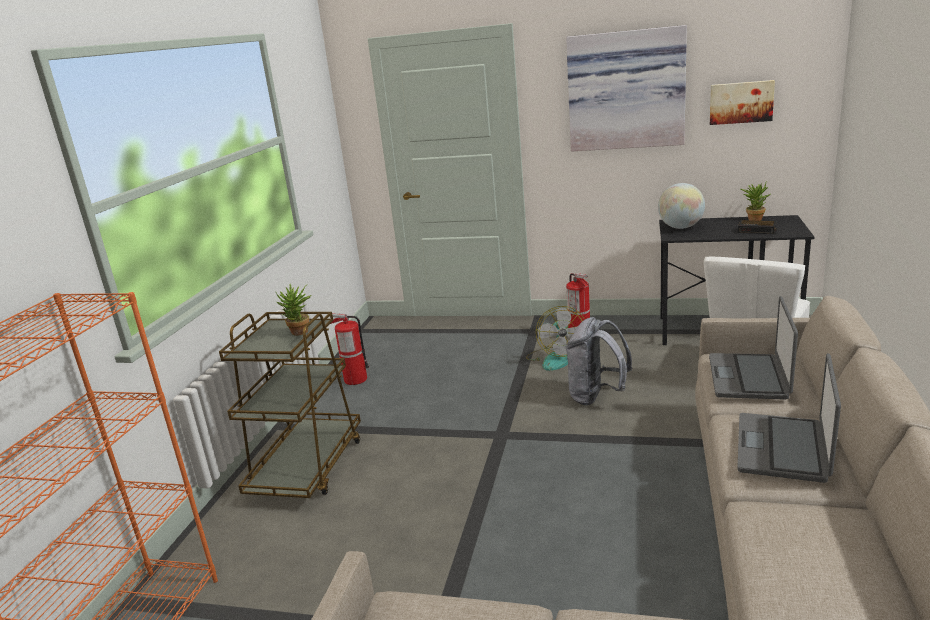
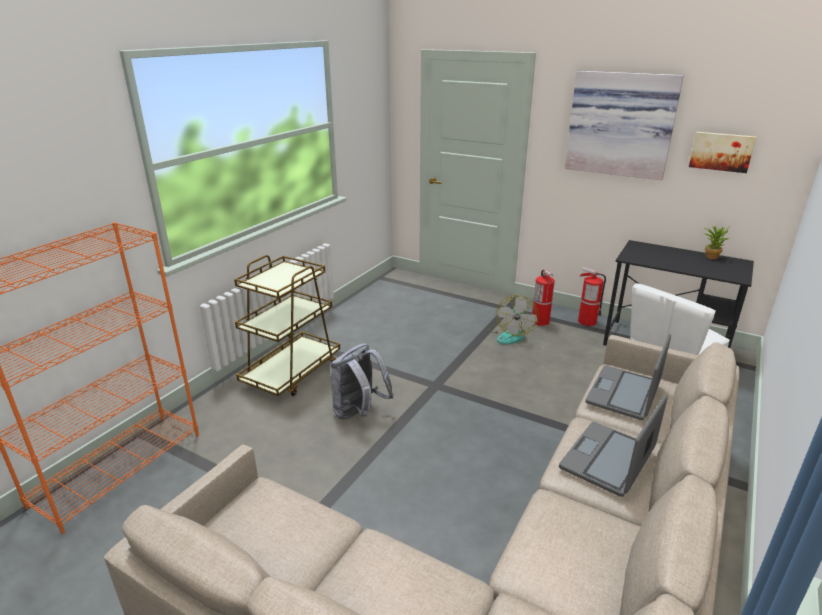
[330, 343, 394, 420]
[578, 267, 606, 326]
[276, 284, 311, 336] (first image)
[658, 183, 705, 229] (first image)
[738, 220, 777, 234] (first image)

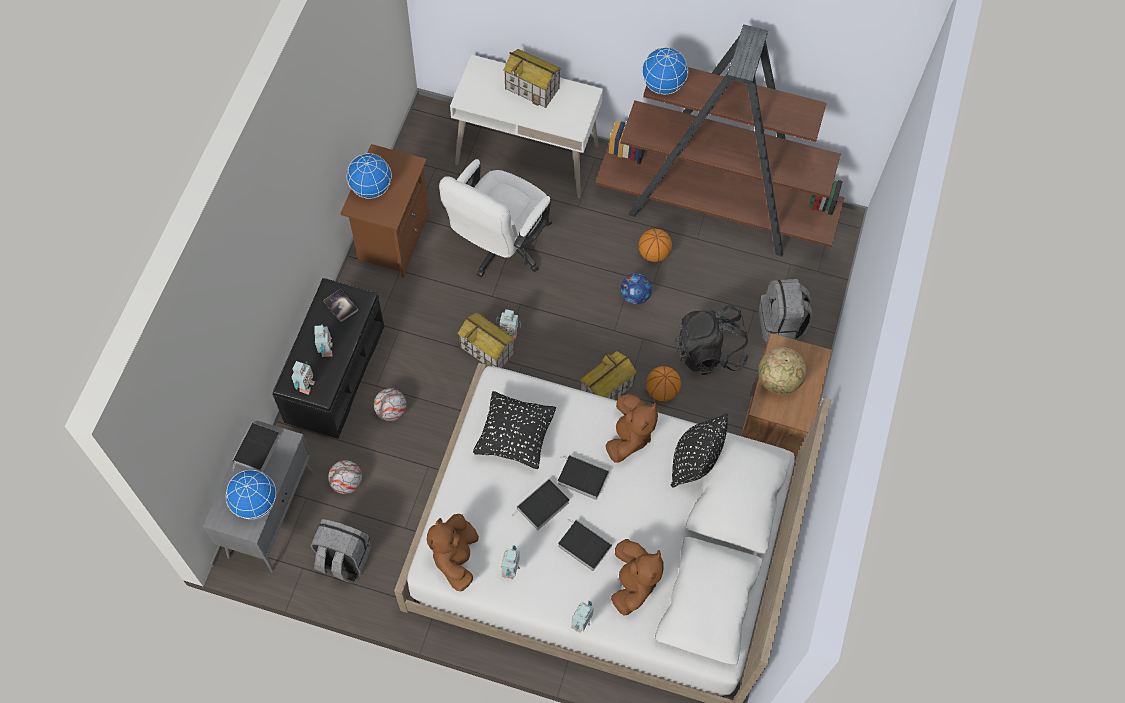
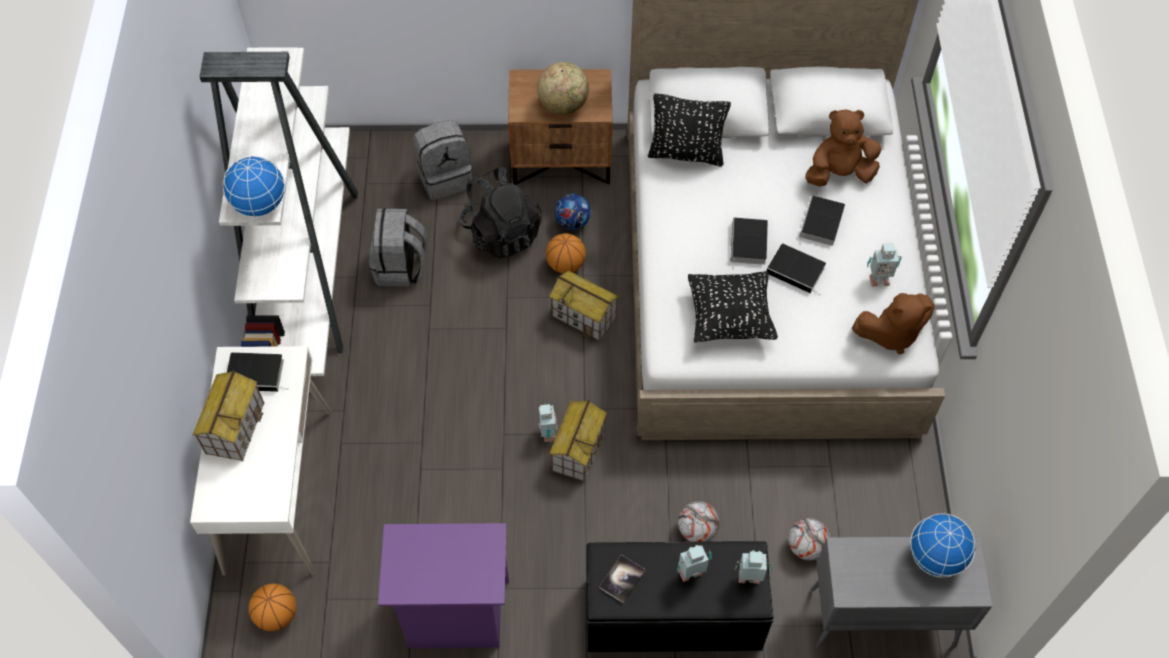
[200, 47, 358, 376]
[227, 352, 289, 392]
[249, 584, 296, 631]
[369, 208, 427, 286]
[378, 523, 509, 648]
[555, 194, 591, 230]
[346, 153, 392, 199] (first image)
[439, 159, 552, 277] (first image)
[571, 601, 594, 633] (first image)
[605, 394, 658, 462] (first image)

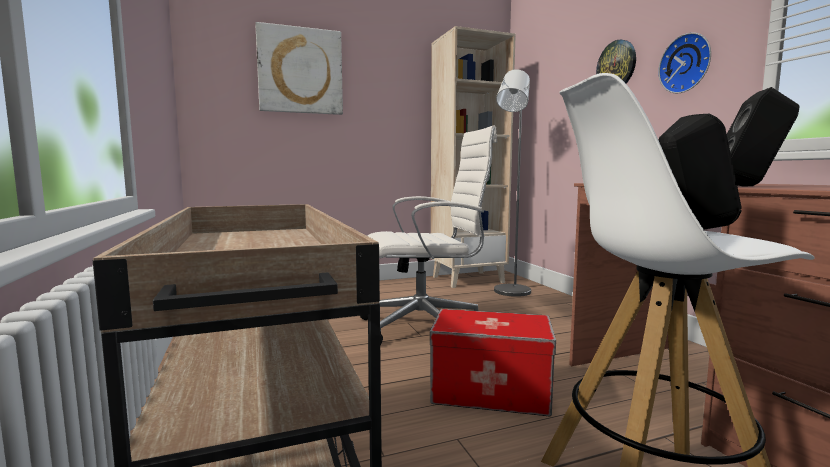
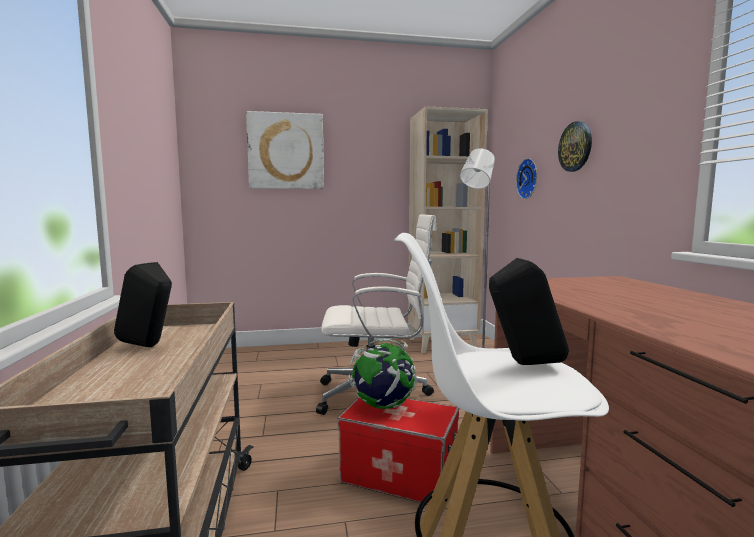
[114, 262, 172, 347]
[348, 339, 417, 409]
[516, 158, 537, 199]

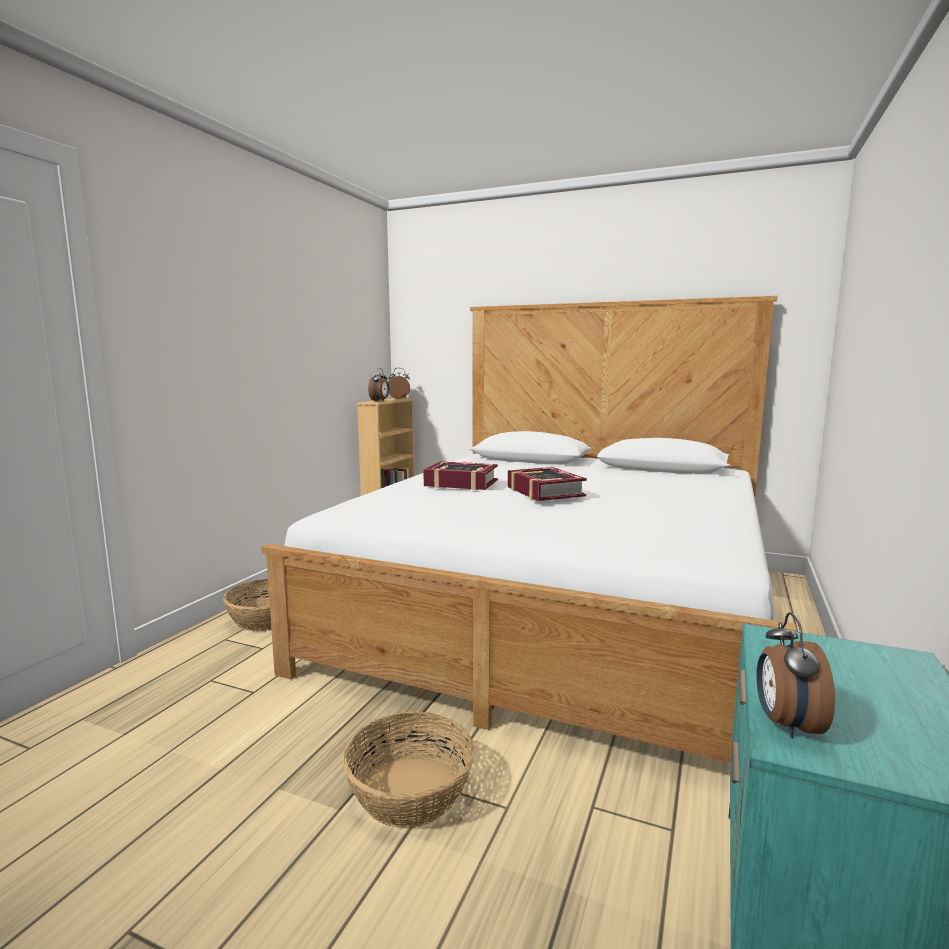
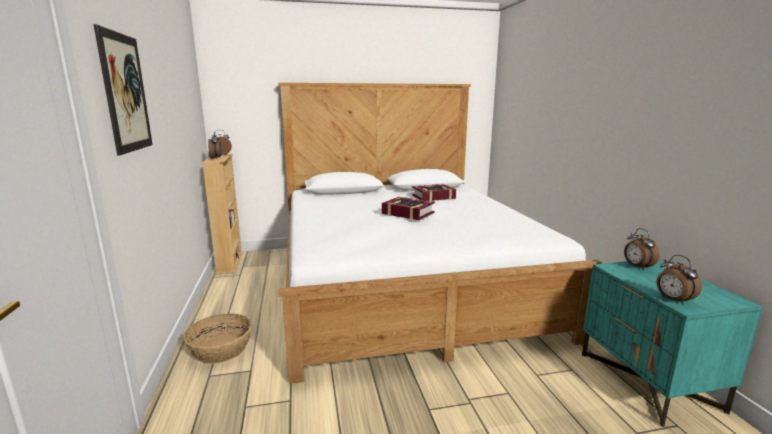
[94, 24, 153, 156]
[412, 184, 456, 201]
[624, 228, 660, 270]
[342, 711, 474, 828] (first image)

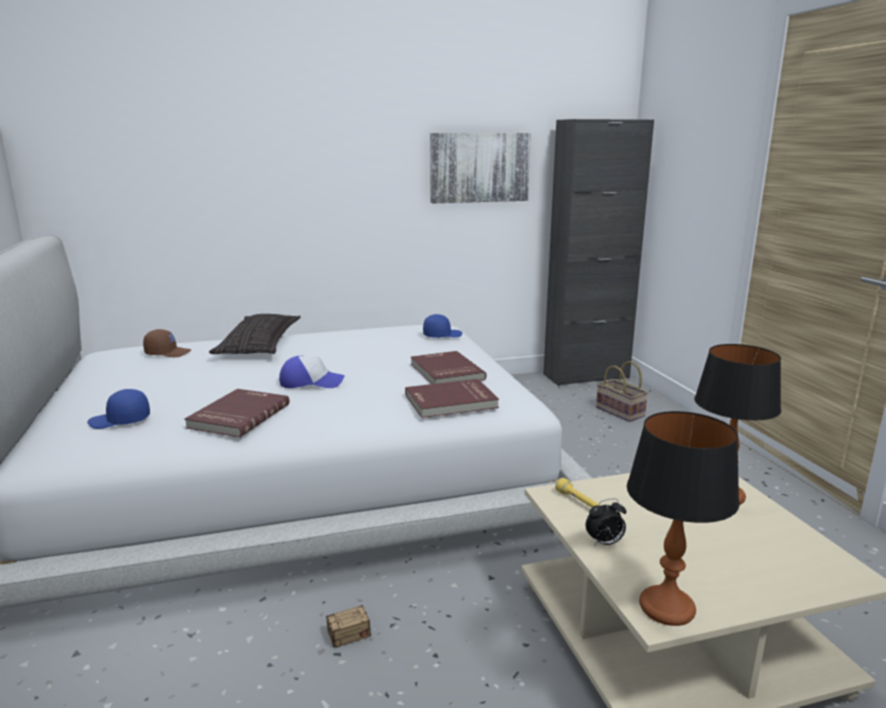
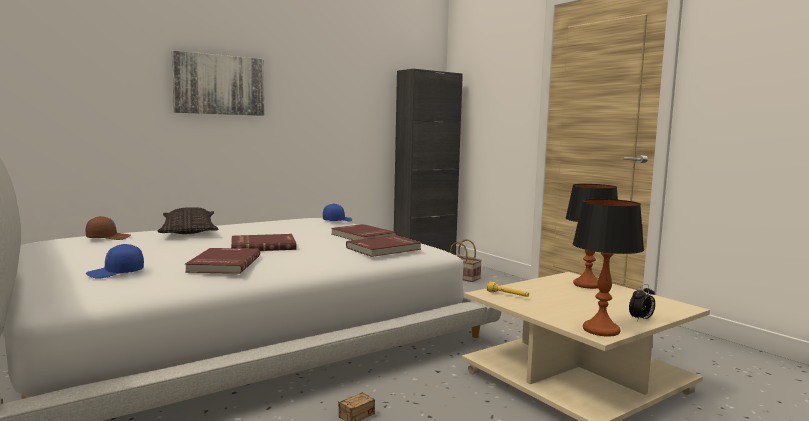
[172, 50, 265, 116]
[231, 234, 296, 251]
[629, 284, 655, 321]

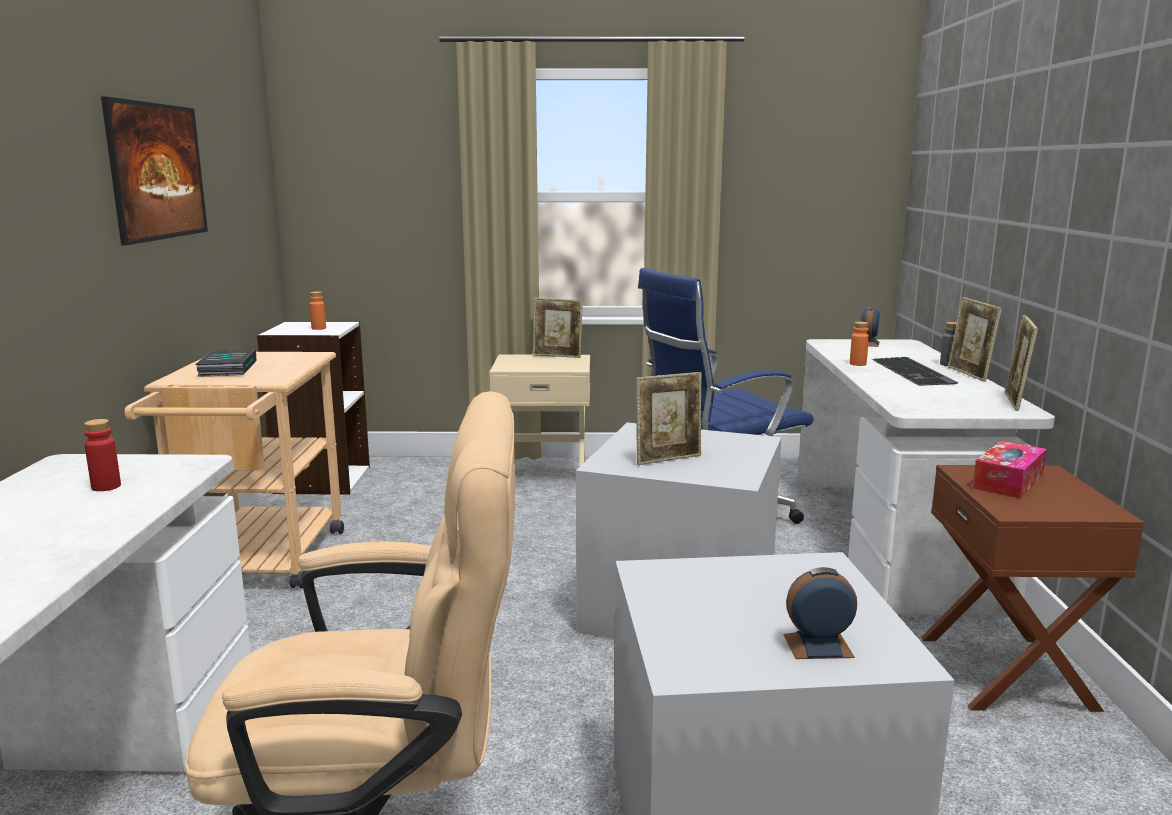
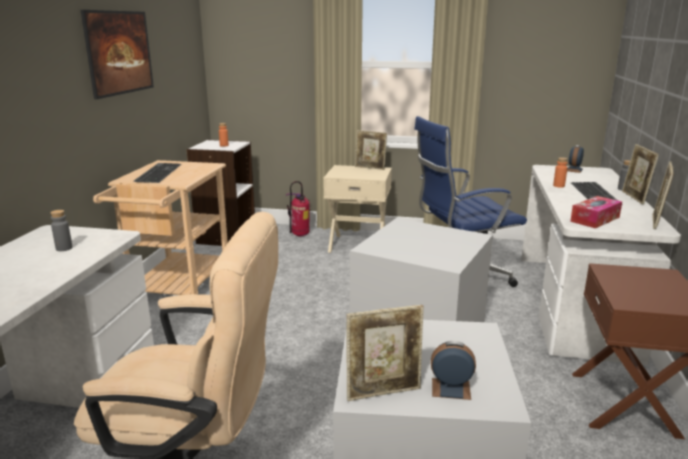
[50, 210, 73, 251]
[134, 163, 181, 183]
[286, 181, 310, 237]
[346, 305, 424, 401]
[570, 196, 622, 228]

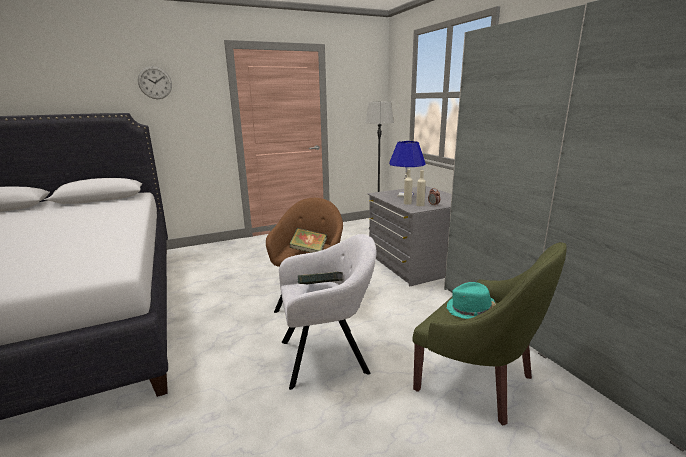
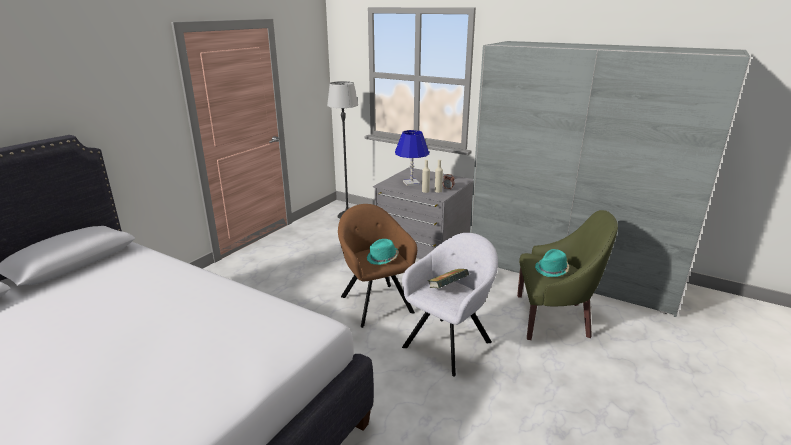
[367, 239, 399, 265]
[138, 66, 172, 99] (first image)

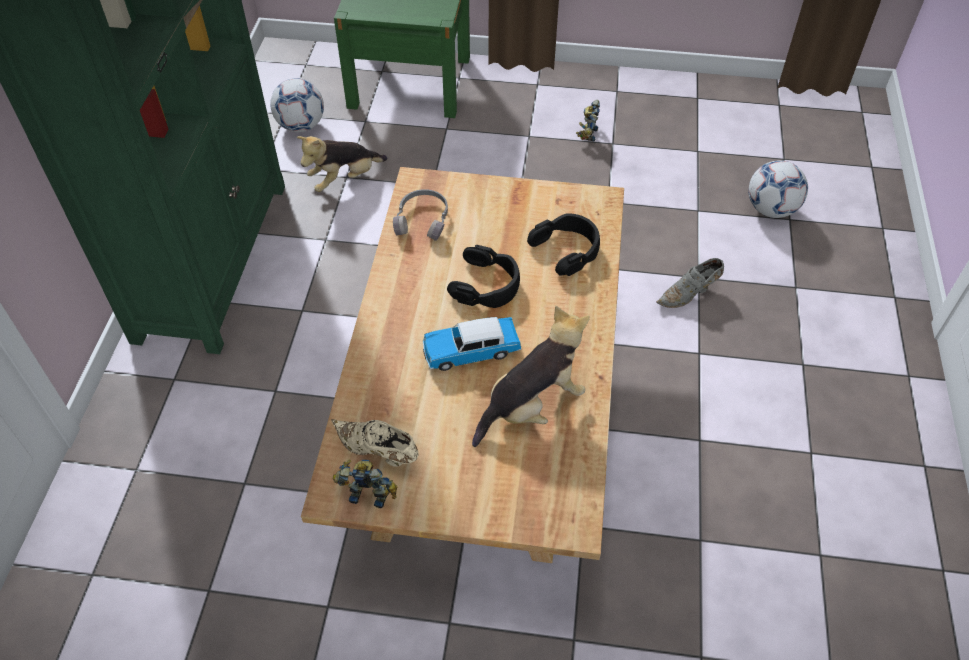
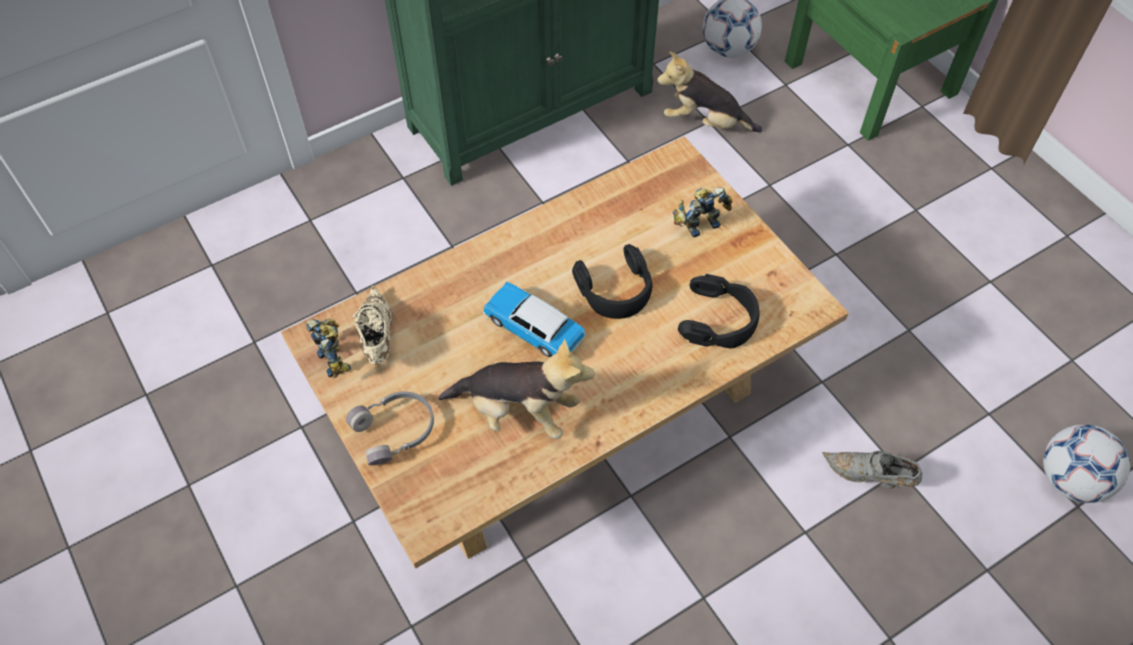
[346, 392, 434, 465]
[672, 188, 733, 237]

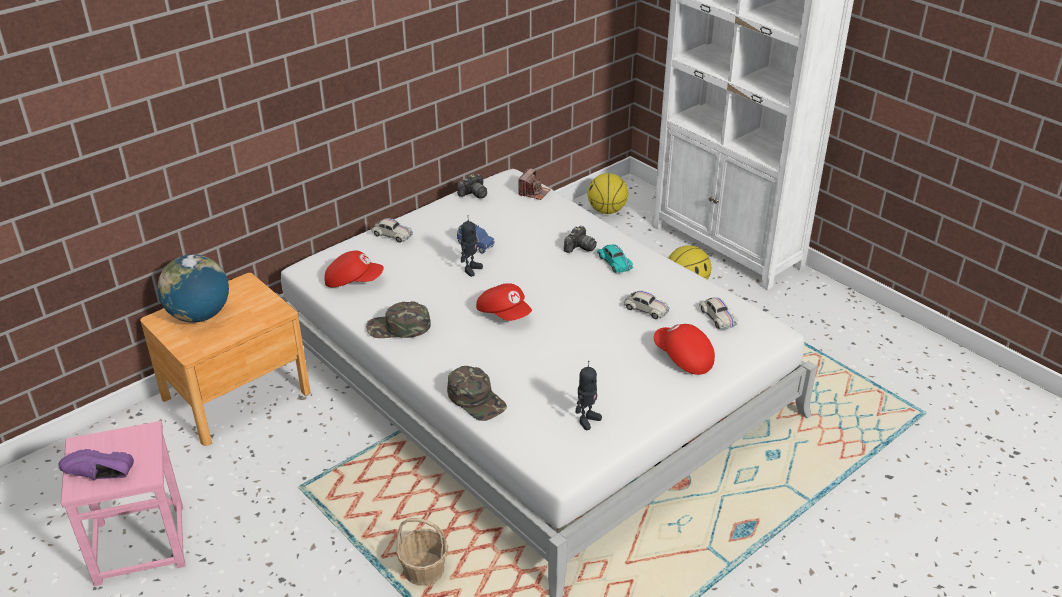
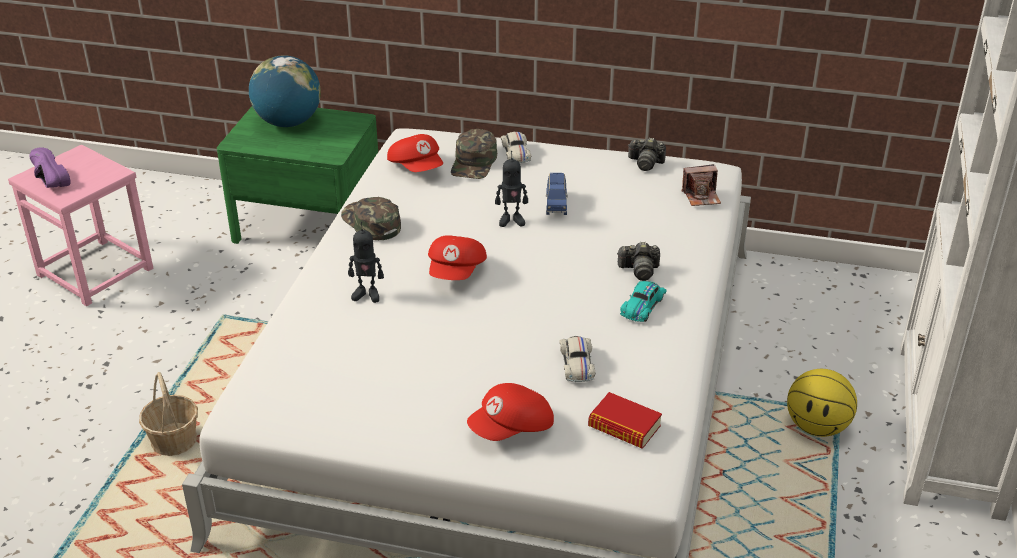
[217, 106, 378, 244]
[348, 222, 384, 303]
[451, 129, 497, 179]
[467, 383, 554, 441]
[588, 392, 662, 449]
[588, 173, 628, 214] (first image)

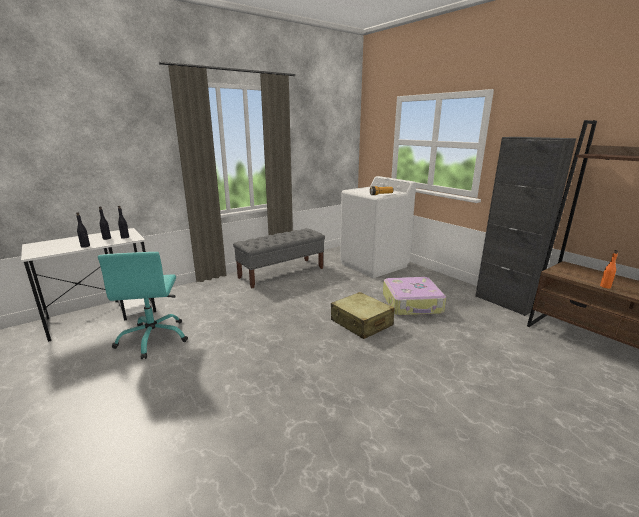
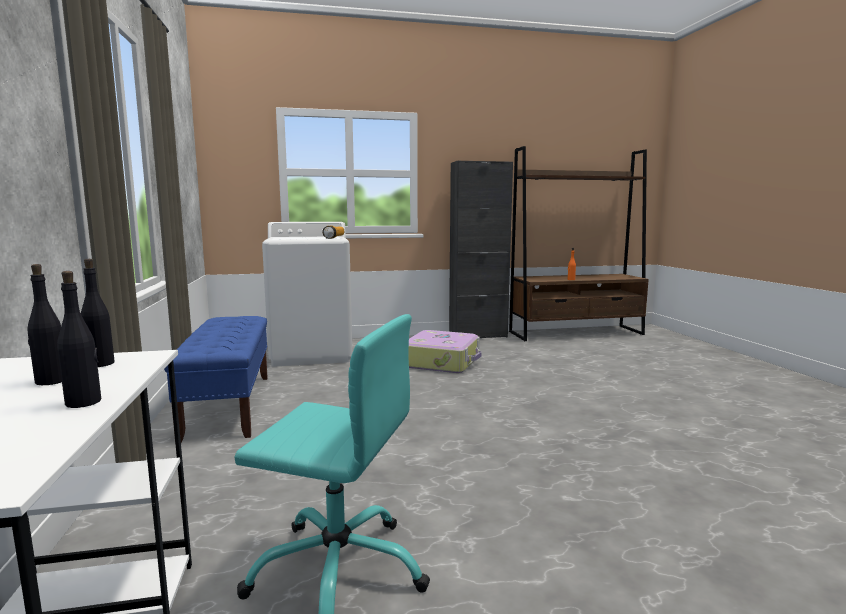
[164, 316, 268, 443]
[331, 292, 394, 339] (first image)

